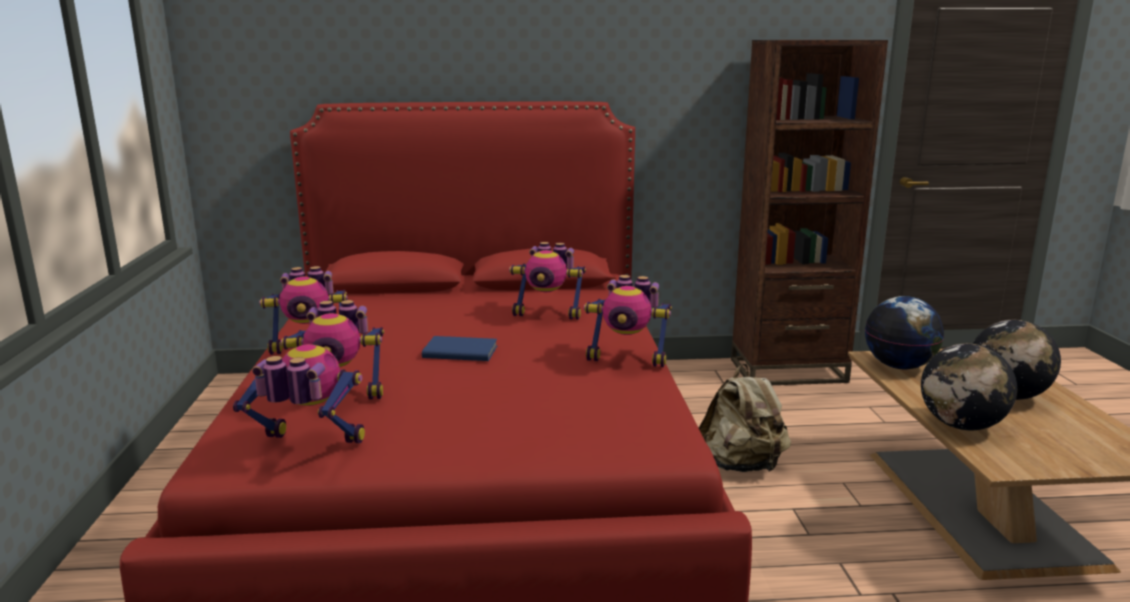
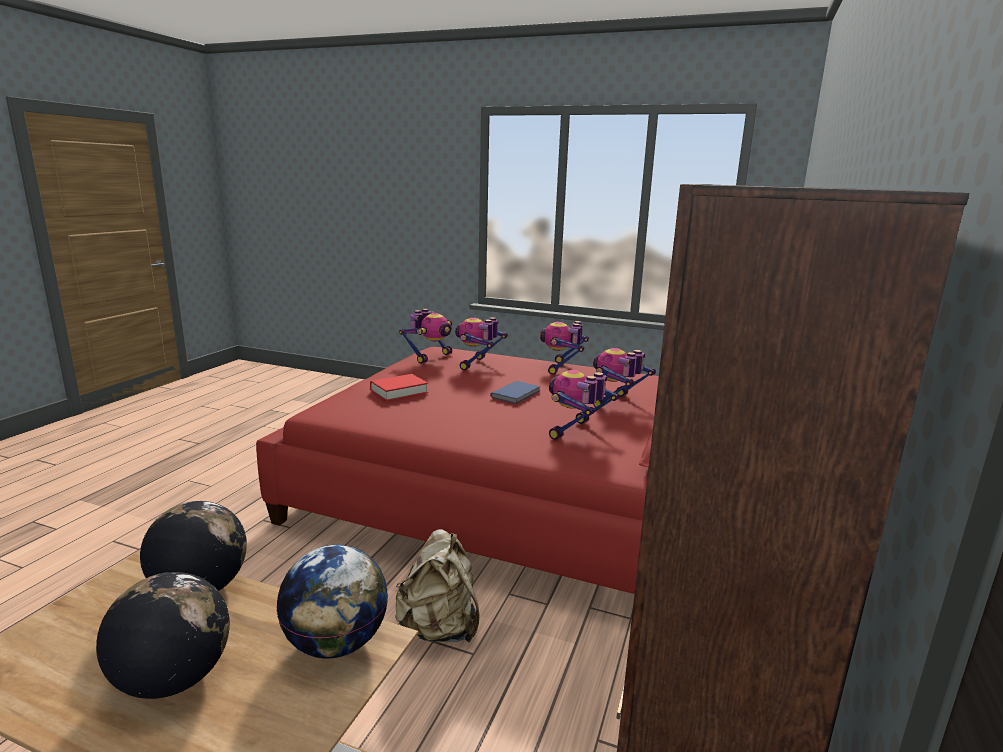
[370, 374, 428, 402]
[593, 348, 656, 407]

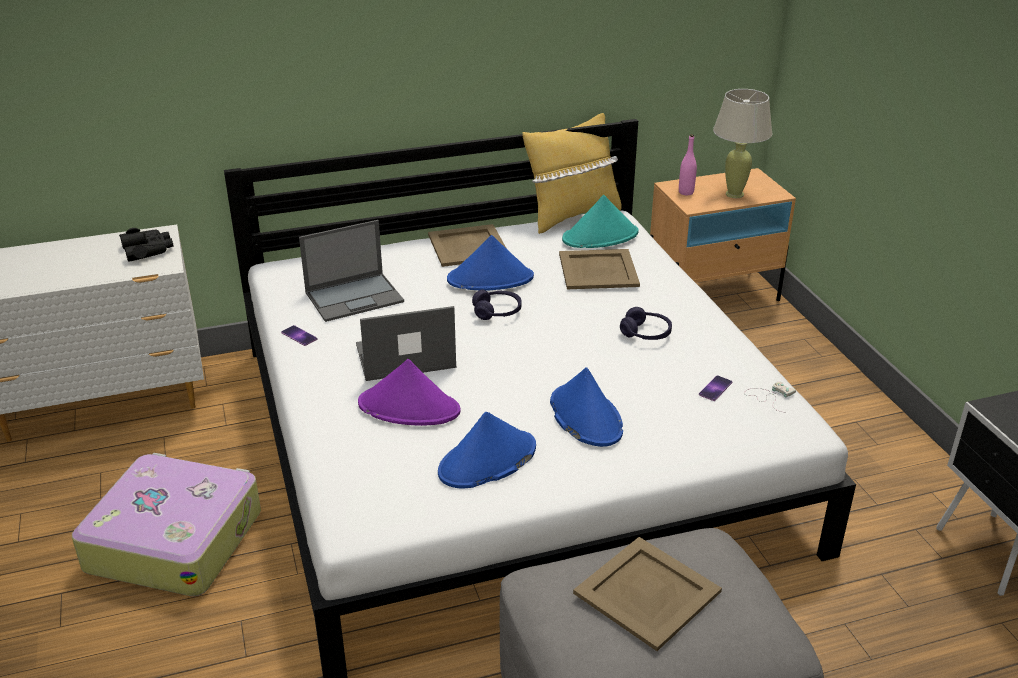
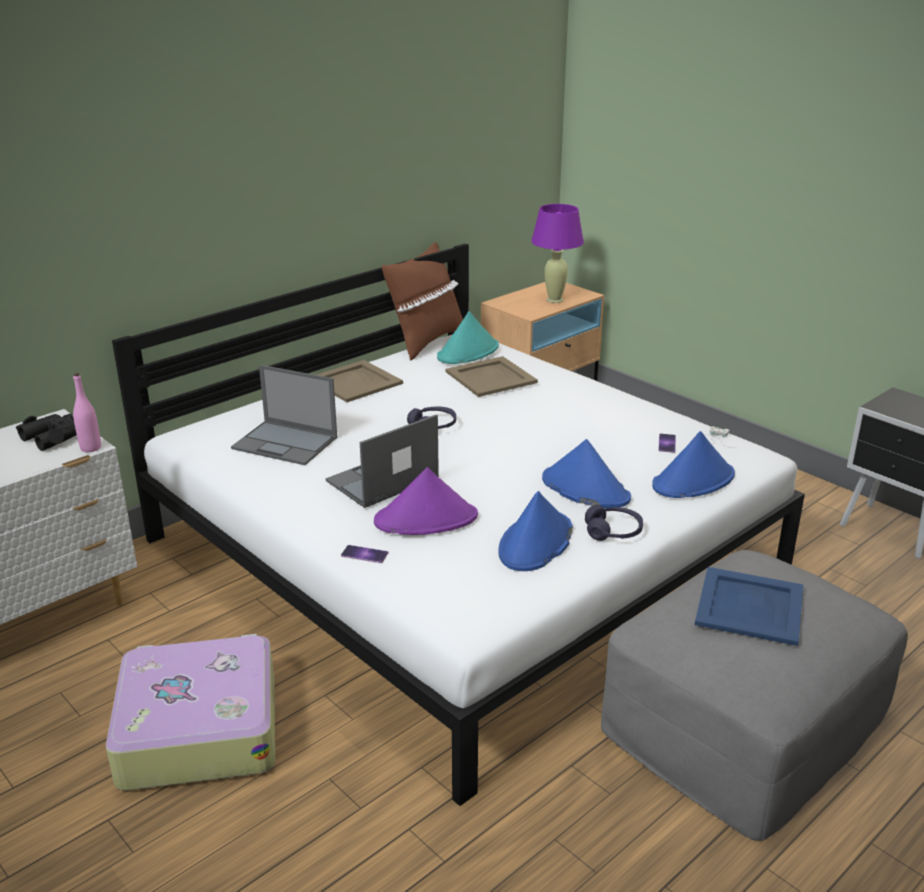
[73, 373, 101, 452]
[231, 365, 337, 465]
[341, 545, 388, 563]
[382, 242, 463, 361]
[531, 204, 584, 303]
[585, 505, 643, 541]
[652, 431, 735, 498]
[695, 567, 804, 646]

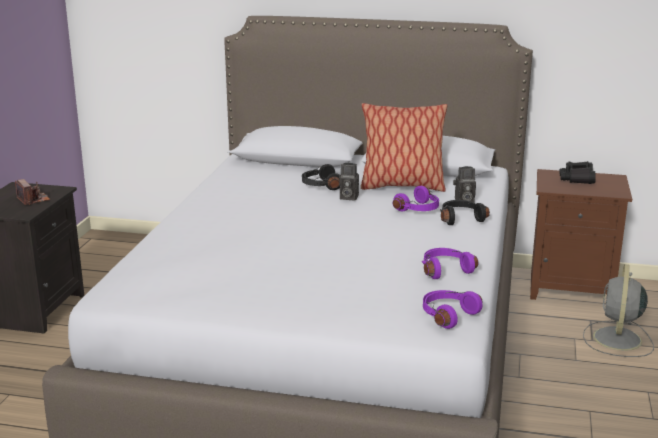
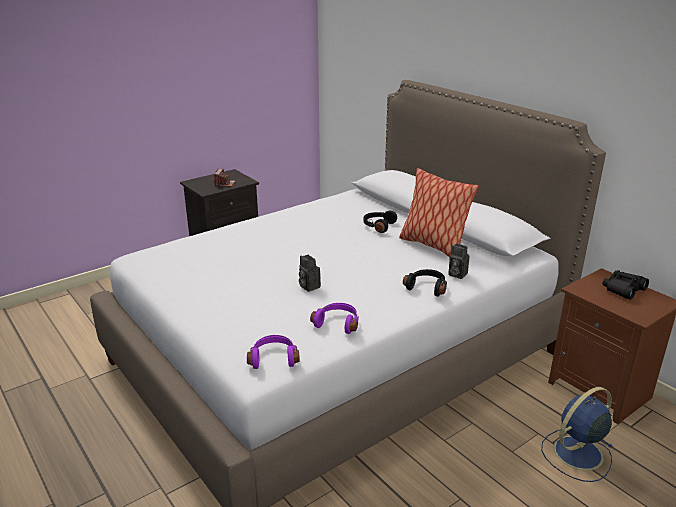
[299, 255, 321, 292]
[541, 387, 612, 482]
[393, 186, 439, 212] (first image)

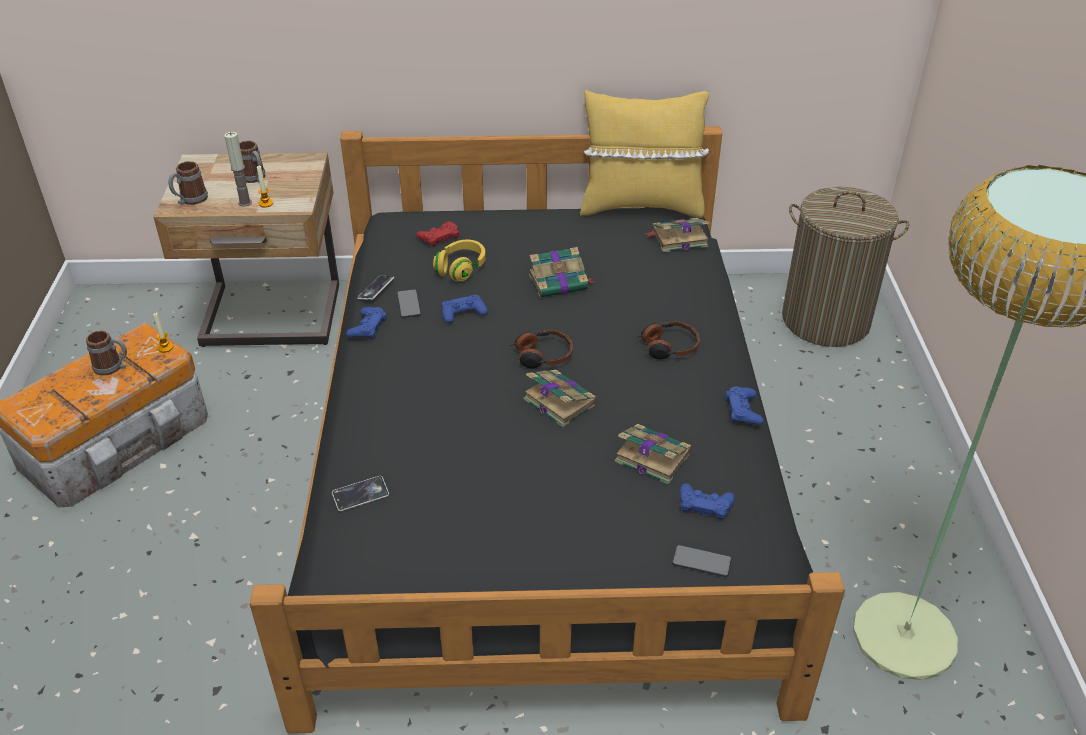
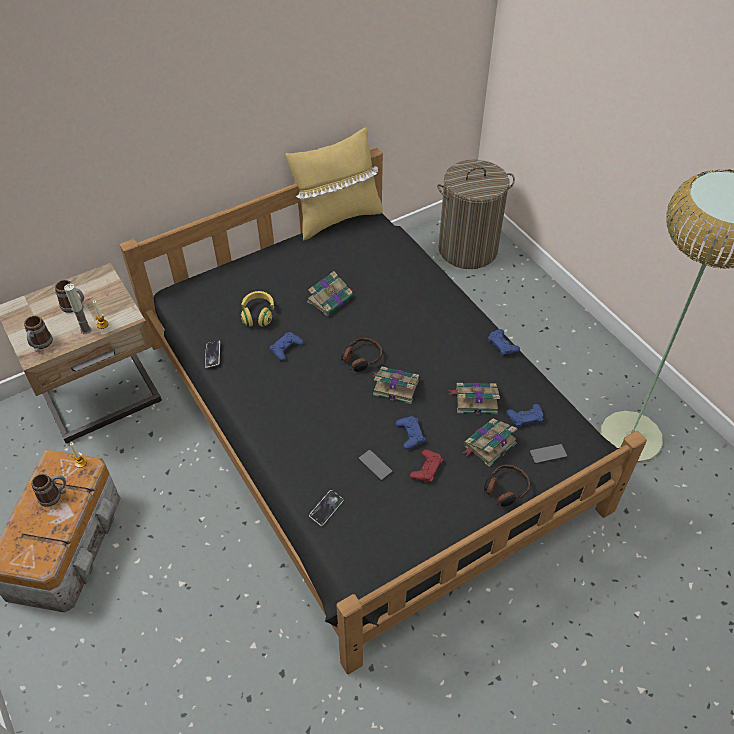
[358, 450, 393, 481]
[396, 416, 425, 449]
[410, 450, 443, 482]
[463, 419, 517, 467]
[484, 465, 530, 507]

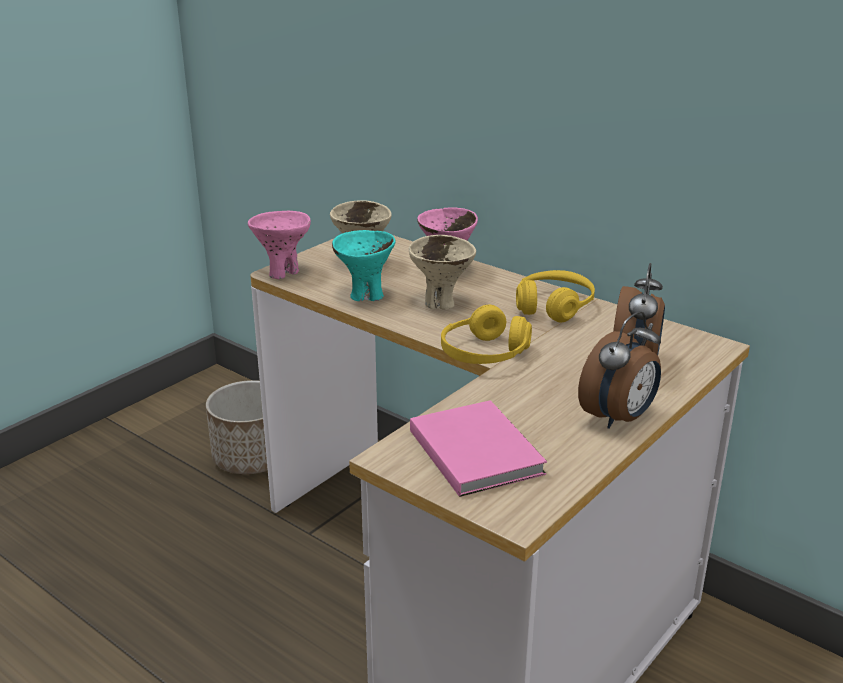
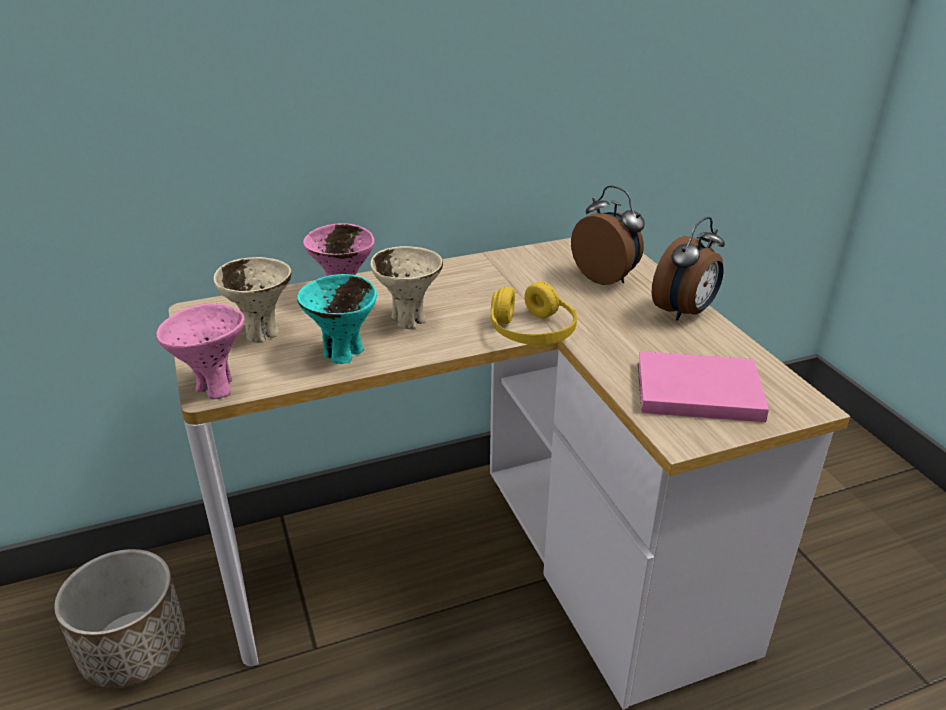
[652, 217, 725, 321]
[516, 270, 595, 323] (first image)

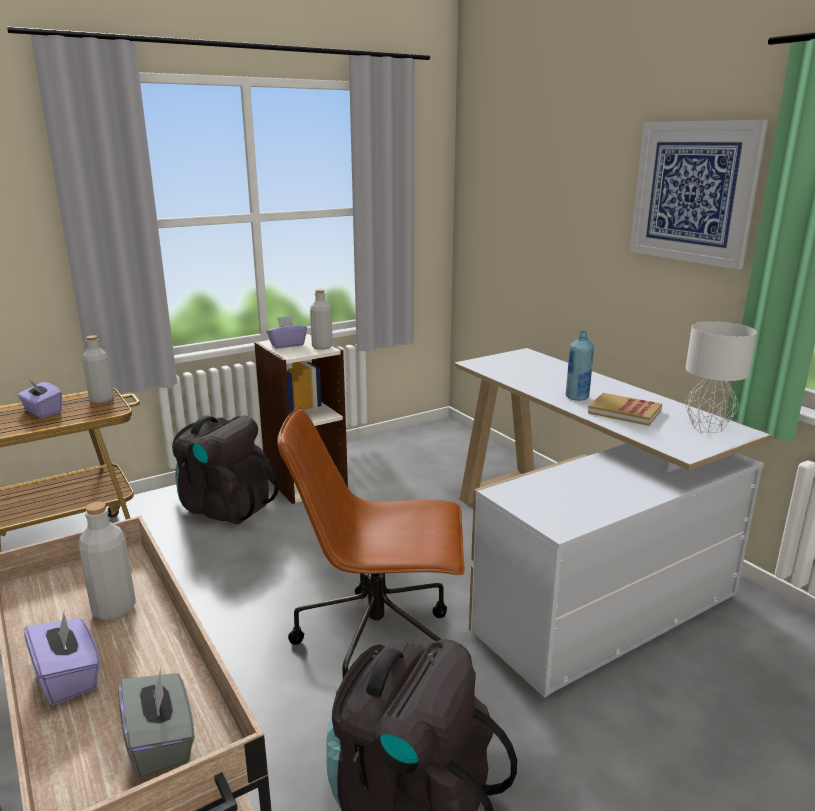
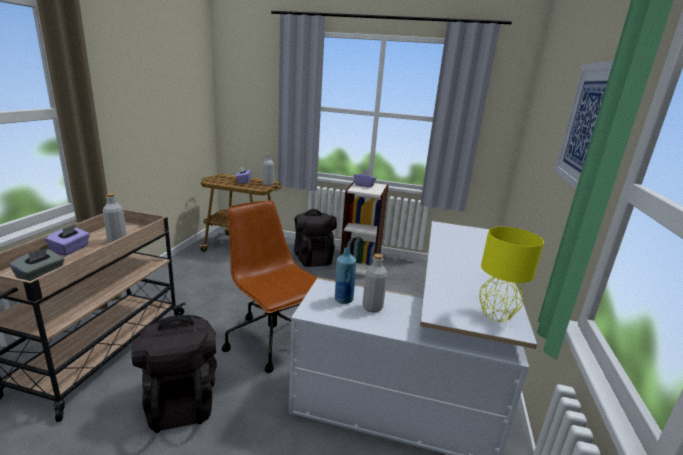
[335, 248, 356, 304]
[363, 254, 387, 313]
[479, 227, 544, 322]
[588, 393, 662, 426] (first image)

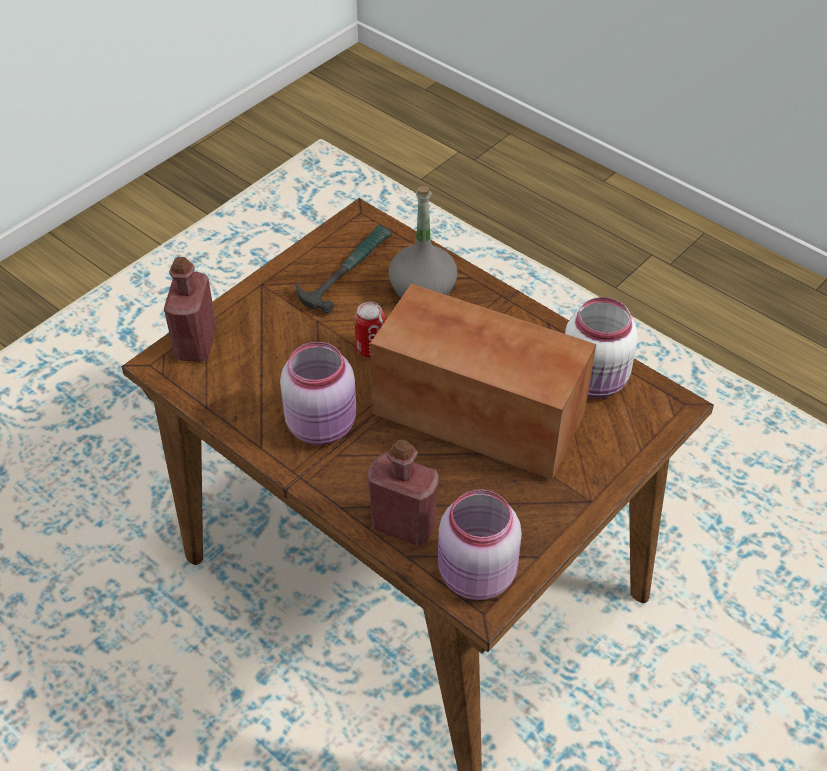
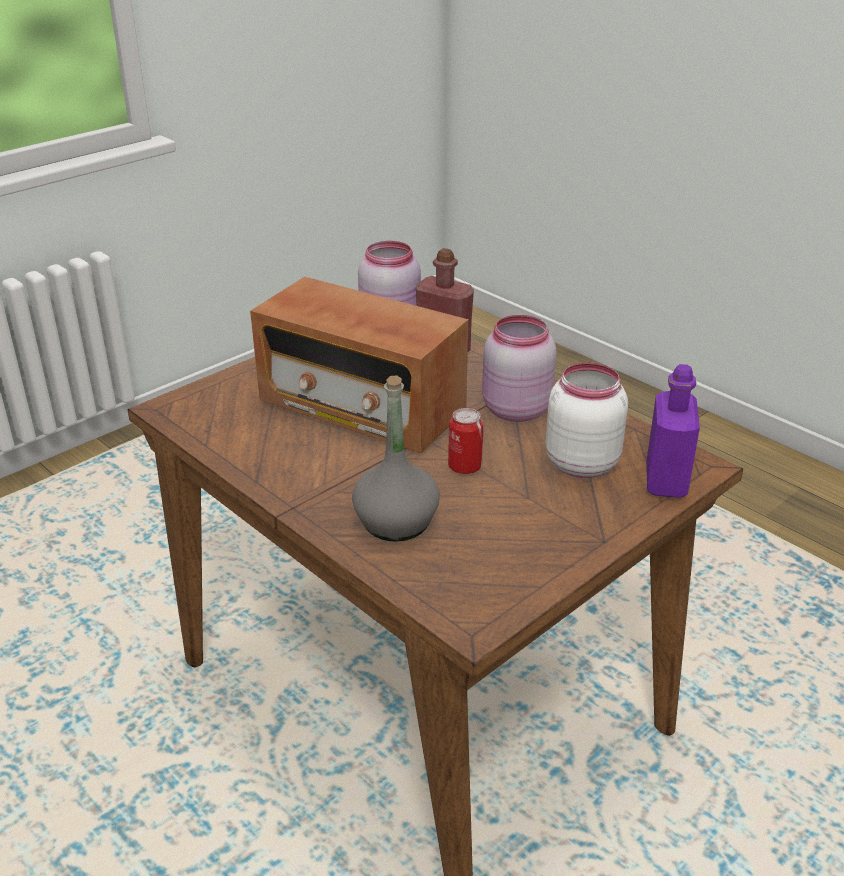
[545, 362, 628, 478]
[646, 364, 700, 498]
[295, 225, 392, 314] (first image)

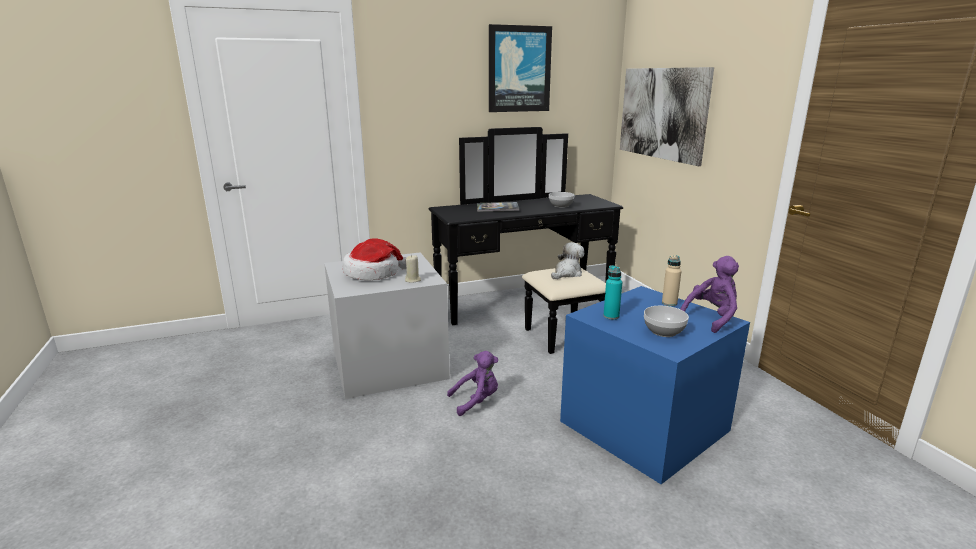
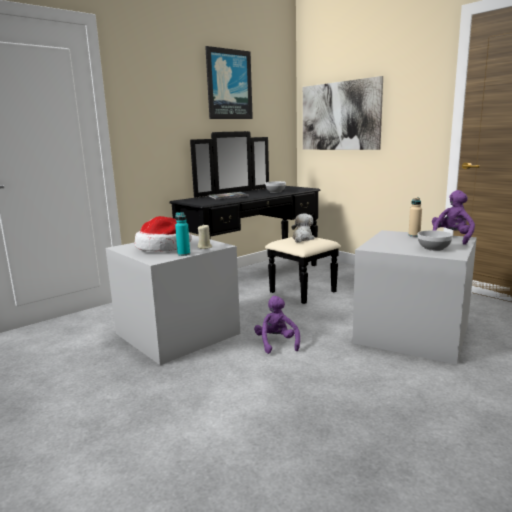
[175, 212, 190, 256]
[254, 296, 300, 354]
[353, 230, 477, 364]

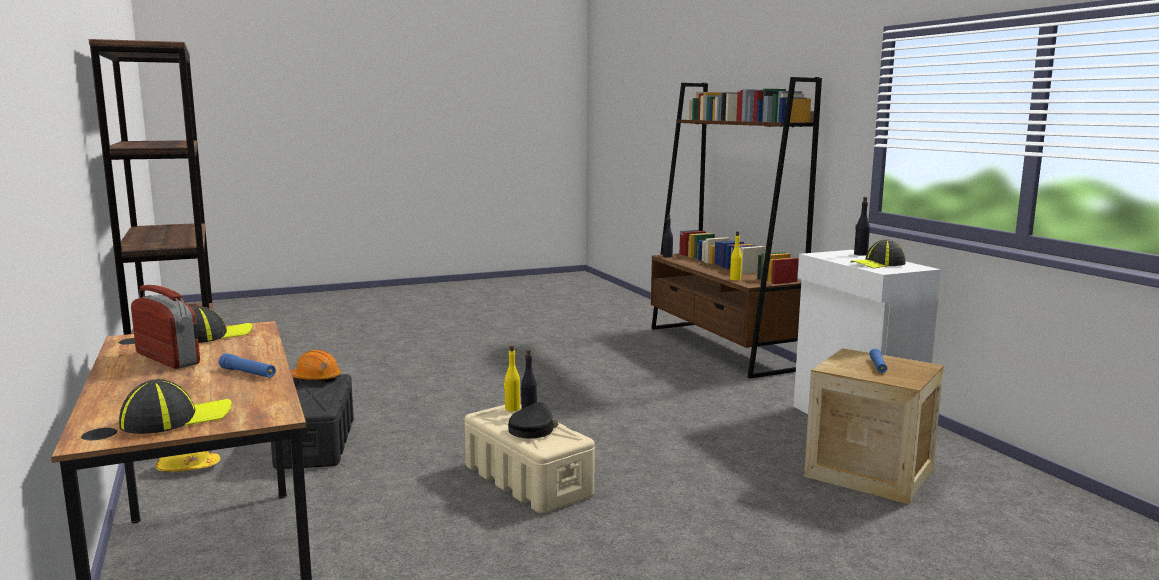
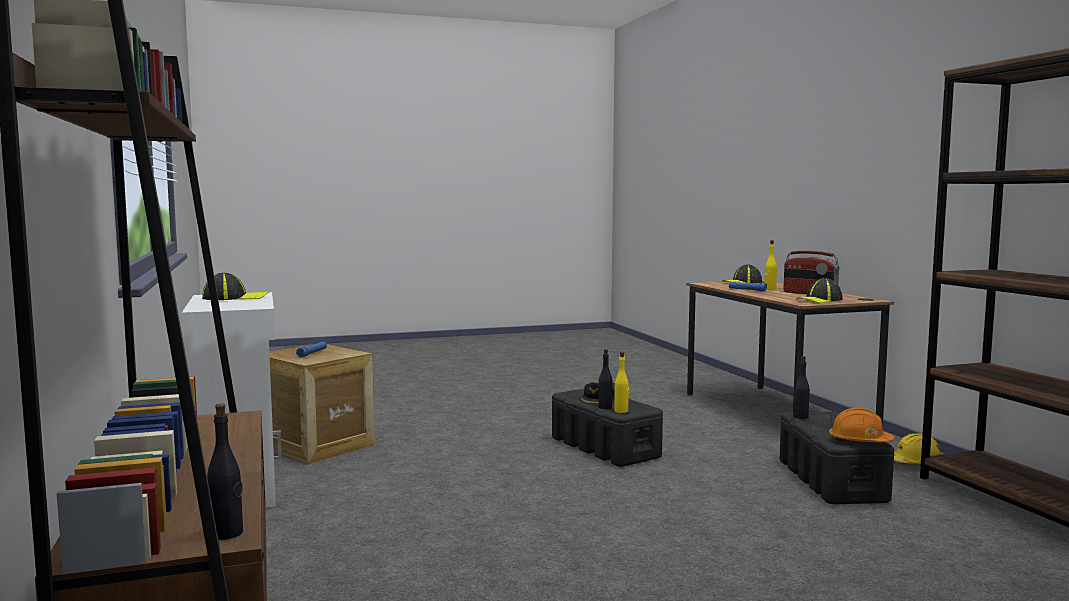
[552, 389, 663, 467]
[765, 240, 777, 290]
[793, 356, 810, 419]

